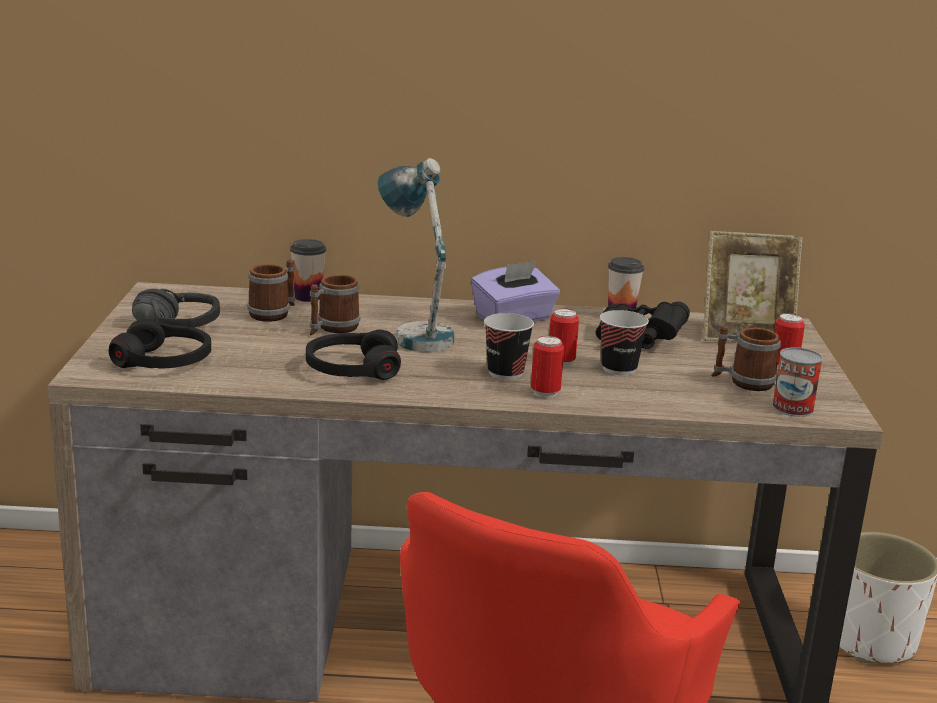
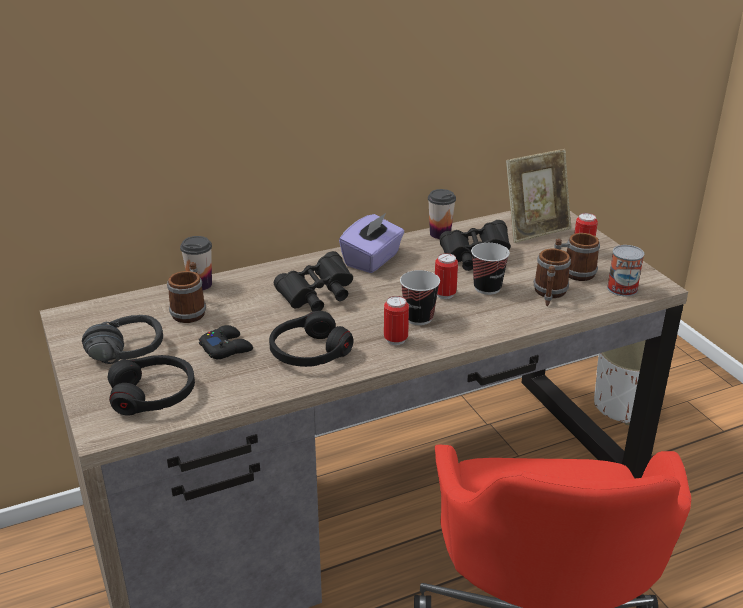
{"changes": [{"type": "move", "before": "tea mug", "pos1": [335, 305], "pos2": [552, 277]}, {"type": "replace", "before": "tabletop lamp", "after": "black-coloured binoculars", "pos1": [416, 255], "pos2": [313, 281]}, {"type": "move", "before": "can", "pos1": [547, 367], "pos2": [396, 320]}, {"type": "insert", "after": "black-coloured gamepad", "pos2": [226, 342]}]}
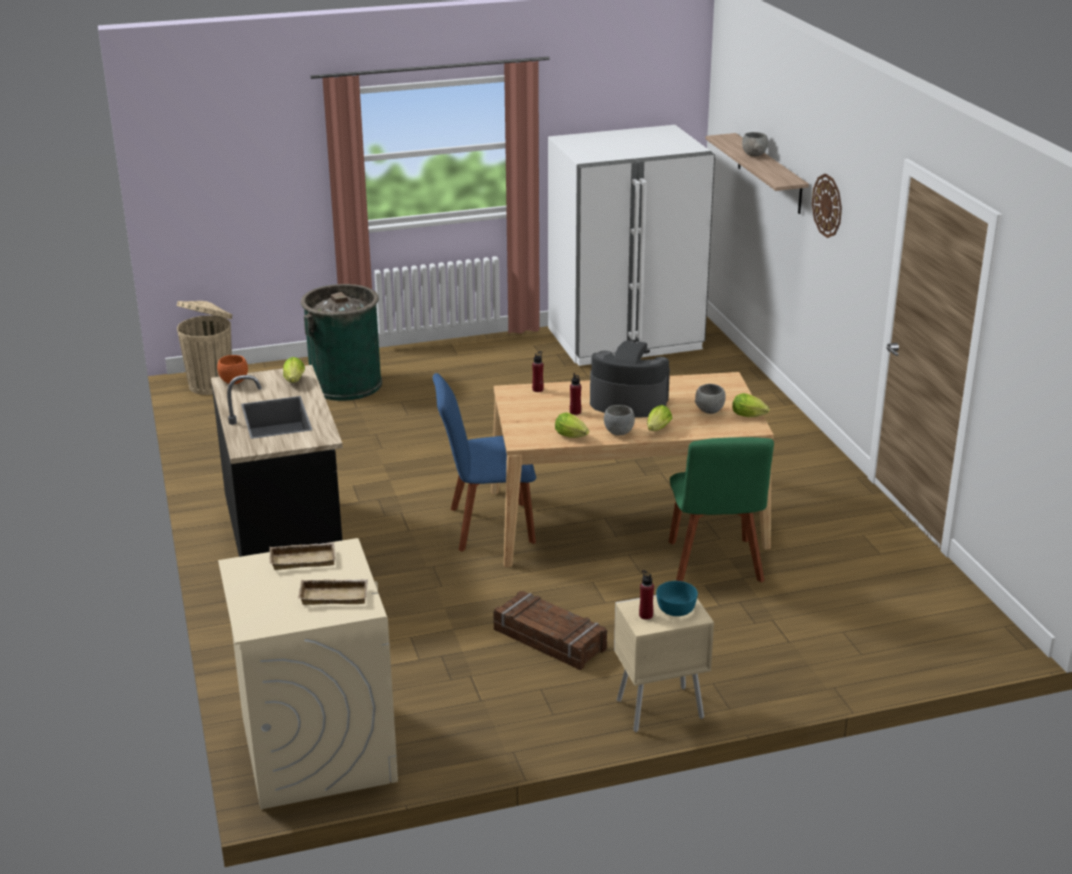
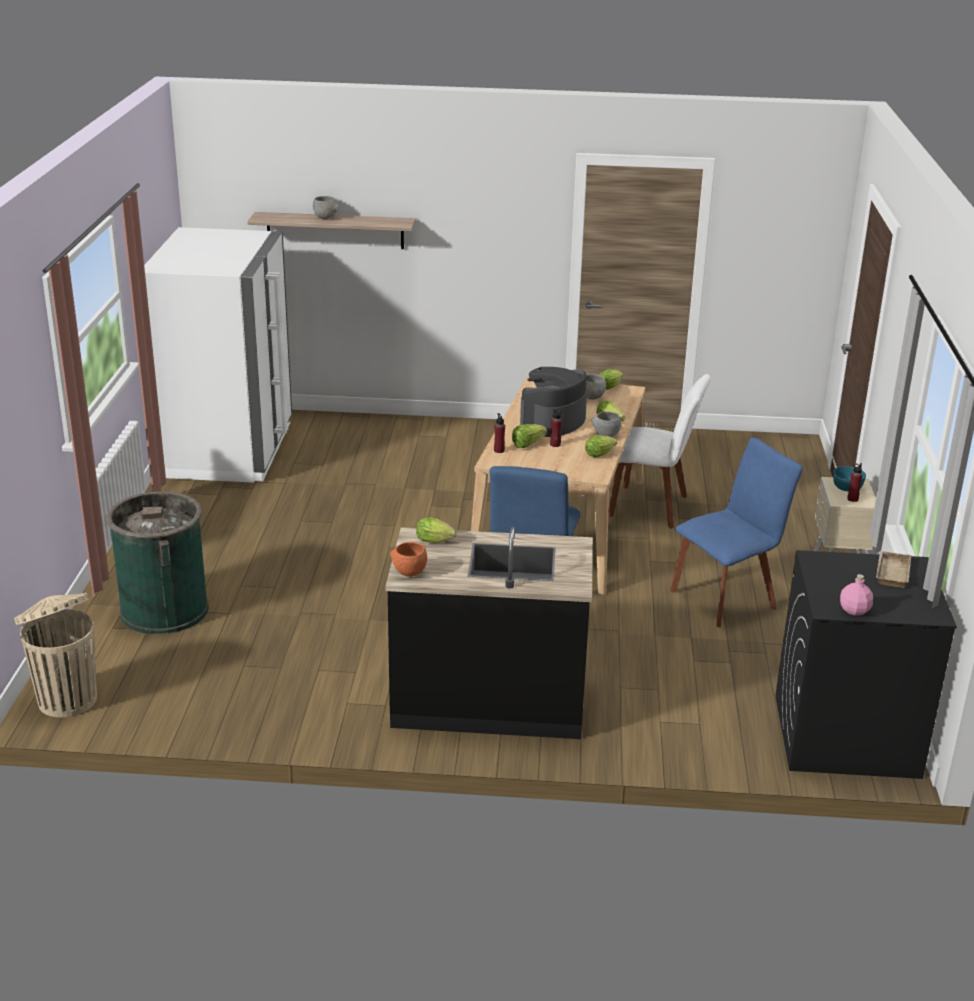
{"changes": [{"type": "recolor", "before": "sand-coloured laundry machine", "after": "black-coloured laundry machine", "pos1": [308, 673], "pos2": [866, 664]}, {"type": "delete", "before": "sand-coloured tray", "pos1": [302, 556]}, {"type": "replace", "before": "packing crate", "after": "blue-coloured upright chair", "pos1": [550, 630], "pos2": [736, 532]}, {"type": "recolor", "before": "green upright chair", "after": "white-coloured upright chair", "pos1": [721, 510], "pos2": [659, 451]}, {"type": "delete", "before": "wall clock", "pos1": [827, 206]}, {"type": "insert", "after": "head of lettuce", "pos2": [529, 436]}, {"type": "insert", "after": "pink bottle", "pos2": [856, 595]}]}
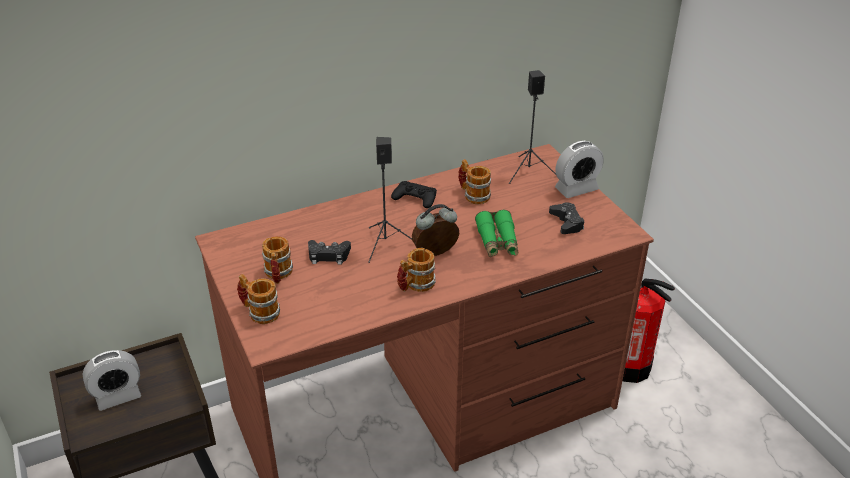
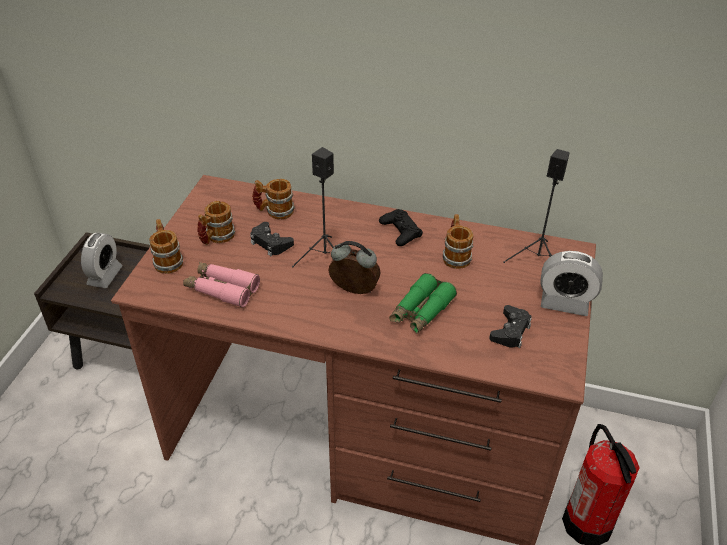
{"changes": [{"type": "rotate", "before": "alarm clock", "pos1": [111, 380], "pos2": [102, 260], "turn": -90}, {"type": "move", "before": "tea mug", "pos1": [416, 270], "pos2": [273, 199]}, {"type": "insert", "after": "pink binoculars", "pos2": [221, 285]}]}
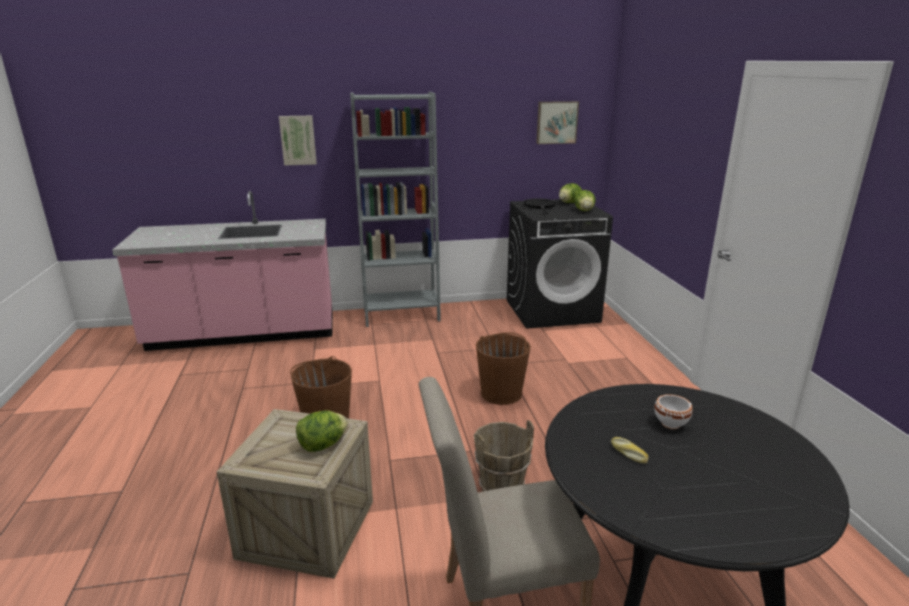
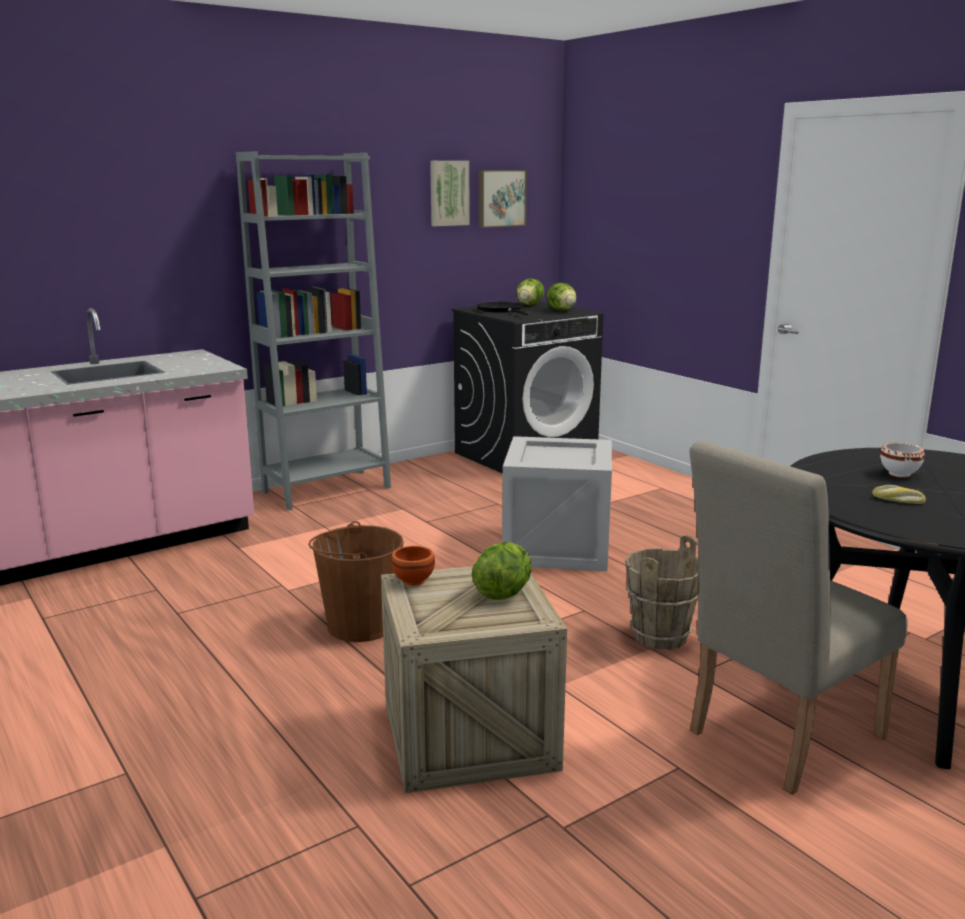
{"changes": [{"type": "move", "before": "wall art", "pos1": [298, 140], "pos2": [450, 193]}, {"type": "replace", "before": "brown-coloured bucket", "after": "packing crate", "pos1": [503, 368], "pos2": [557, 503]}, {"type": "insert", "after": "brown-coloured serving bowl", "pos2": [413, 566]}]}
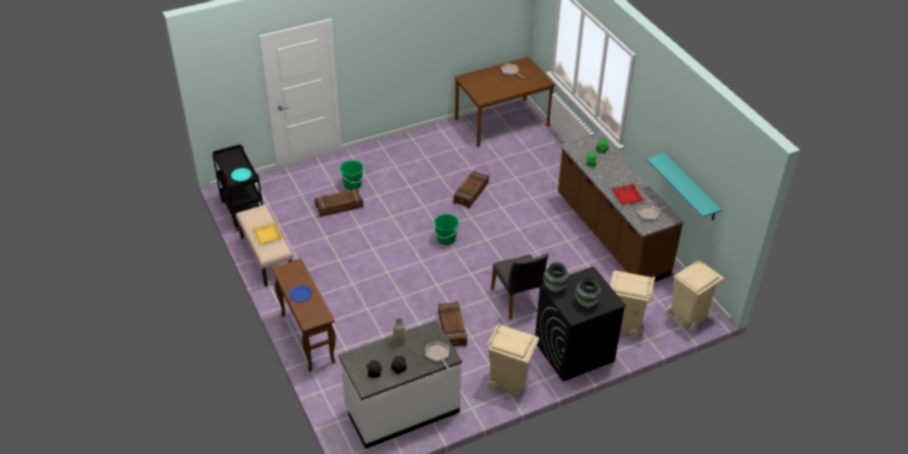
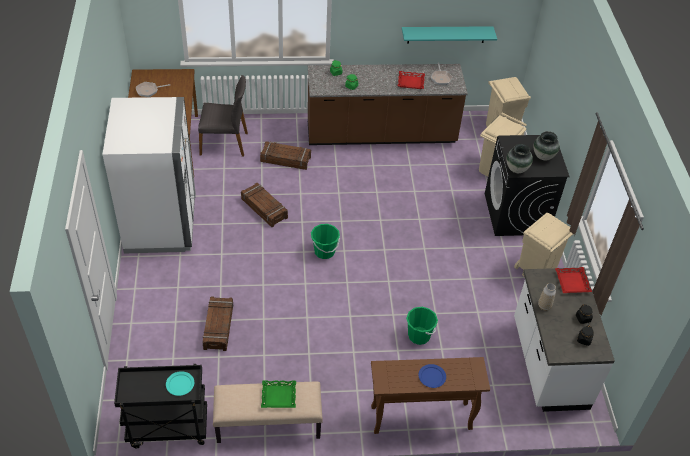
{"changes": [{"type": "recolor", "before": "yellow-coloured tray", "after": "green tray", "pos1": [267, 233], "pos2": [278, 394]}, {"type": "move", "before": "green bucket", "pos1": [352, 175], "pos2": [422, 326]}, {"type": "replace", "before": "frying pan", "after": "reddish tray", "pos1": [437, 356], "pos2": [573, 280]}, {"type": "move", "before": "packing crate", "pos1": [452, 324], "pos2": [285, 156]}, {"type": "move", "before": "greyish upright chair", "pos1": [520, 286], "pos2": [223, 116]}, {"type": "insert", "after": "white-coloured refrigerator", "pos2": [149, 175]}]}
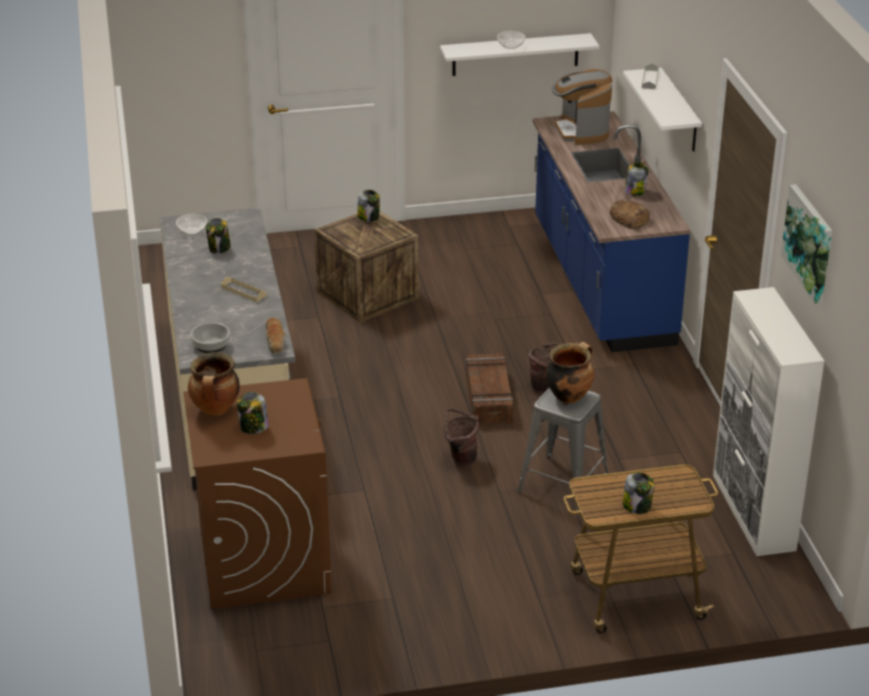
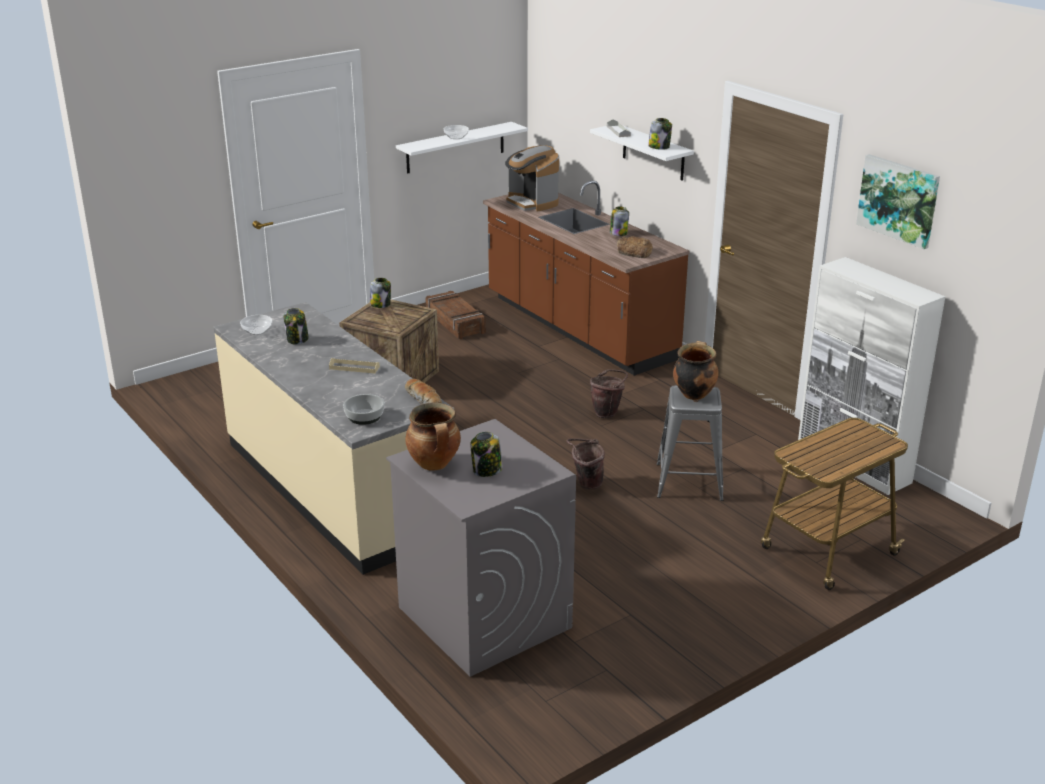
{"changes": [{"type": "recolor", "before": "brown-coloured laundry machine", "after": "greyish laundry machine", "pos1": [257, 493], "pos2": [481, 548]}, {"type": "move", "before": "packing crate", "pos1": [489, 389], "pos2": [455, 315]}, {"type": "recolor", "before": "blue-coloured kitchen base unit", "after": "brown-coloured kitchen base unit", "pos1": [612, 231], "pos2": [586, 278]}, {"type": "move", "before": "preserve jar", "pos1": [638, 493], "pos2": [660, 134]}]}
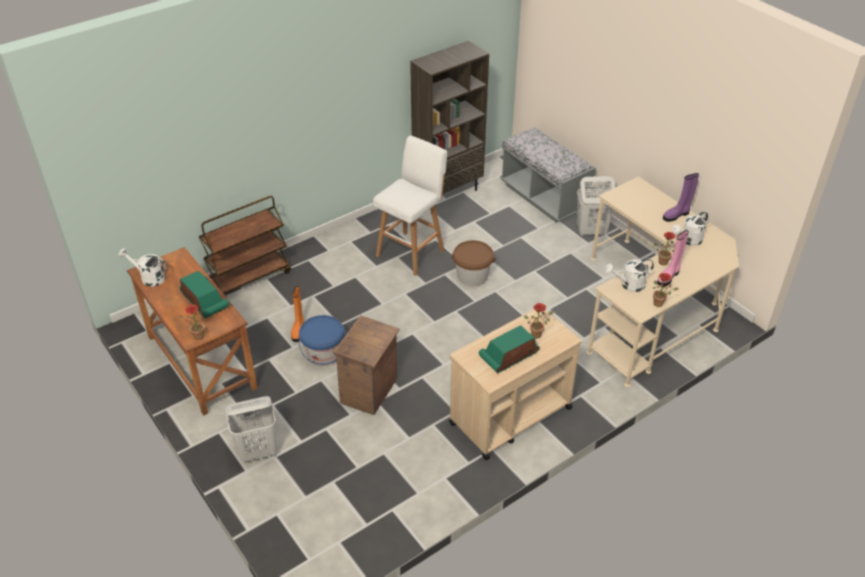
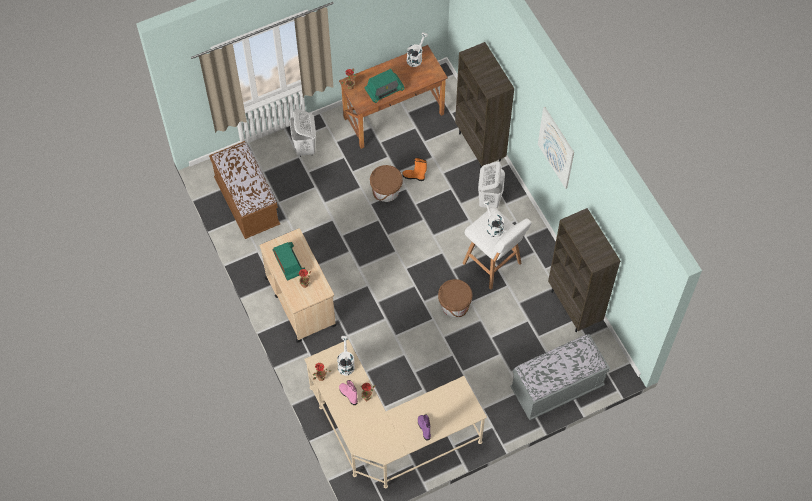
{"changes": [{"type": "replace", "before": "brown-coloured wheeled cart", "after": "brown-coloured bookshelf", "pos1": [245, 246], "pos2": [484, 105]}, {"type": "recolor", "before": "blue-coloured bucket", "after": "brown-coloured bucket", "pos1": [322, 340], "pos2": [386, 183]}, {"type": "delete", "before": "packing crate", "pos1": [366, 365]}, {"type": "move", "before": "white-coloured hamper", "pos1": [596, 206], "pos2": [491, 185]}, {"type": "move", "before": "white-coloured watering pot", "pos1": [690, 228], "pos2": [493, 218]}, {"type": "insert", "after": "brown-coloured indoor bench", "pos2": [244, 190]}, {"type": "insert", "after": "wall art", "pos2": [556, 148]}]}
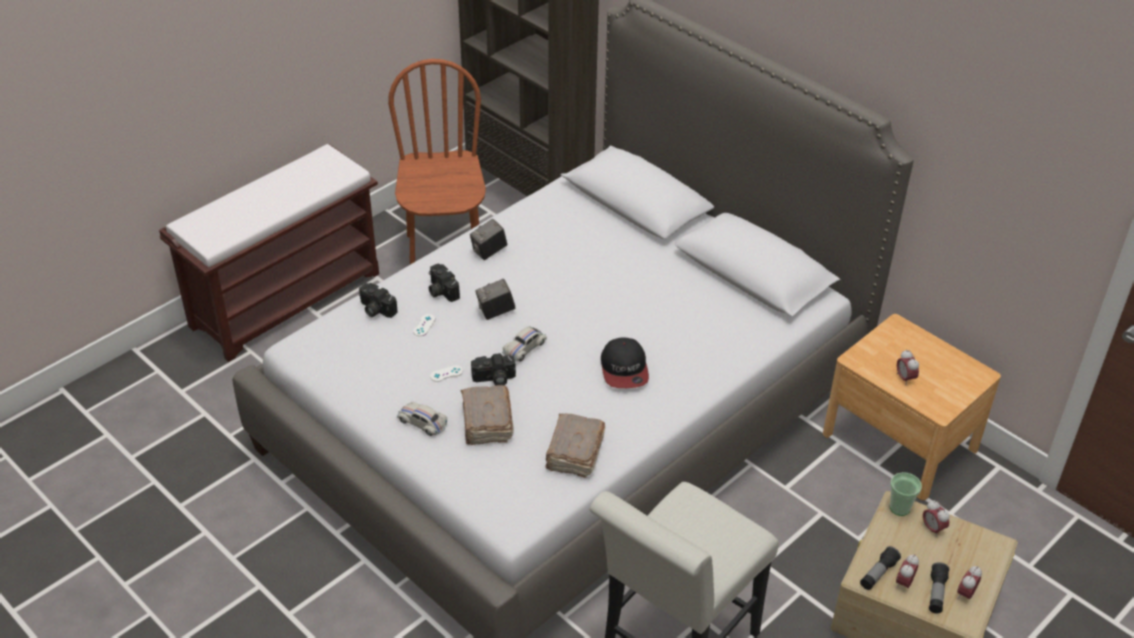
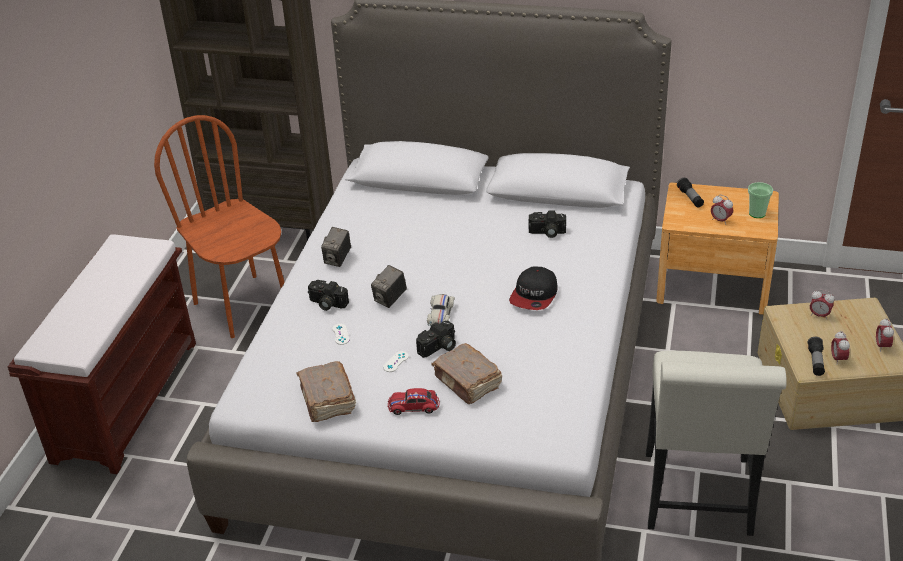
{"changes": [{"type": "move", "before": "still camera", "pos1": [378, 300], "pos2": [547, 224]}, {"type": "recolor", "before": "white-coloured model car", "after": "reddish model car", "pos1": [422, 419], "pos2": [414, 401]}, {"type": "move", "before": "brown-coloured bound book", "pos1": [575, 445], "pos2": [326, 391]}, {"type": "rotate", "before": "peaked cap", "pos1": [625, 362], "pos2": [533, 288], "turn": 60}, {"type": "move", "before": "small cup", "pos1": [906, 494], "pos2": [760, 200]}, {"type": "move", "before": "flashlight", "pos1": [939, 588], "pos2": [690, 192]}]}
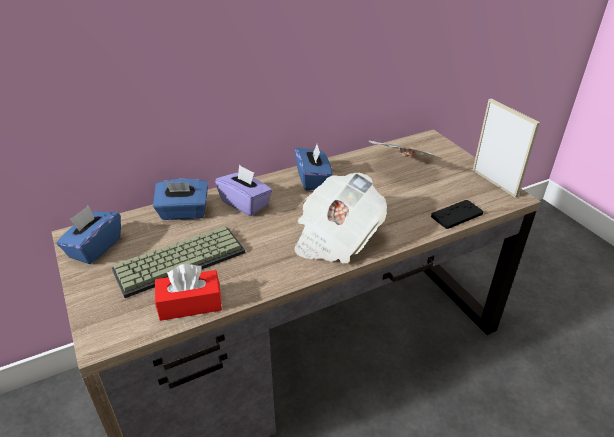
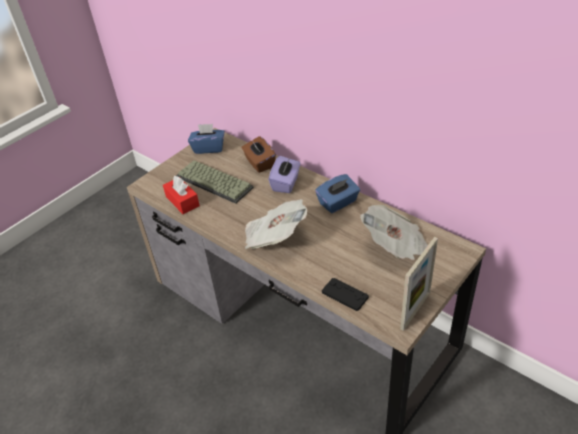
{"changes": [{"type": "recolor", "before": "blue-coloured box of tissues", "after": "brown-coloured box of tissues", "pos1": [180, 199], "pos2": [259, 154]}]}
